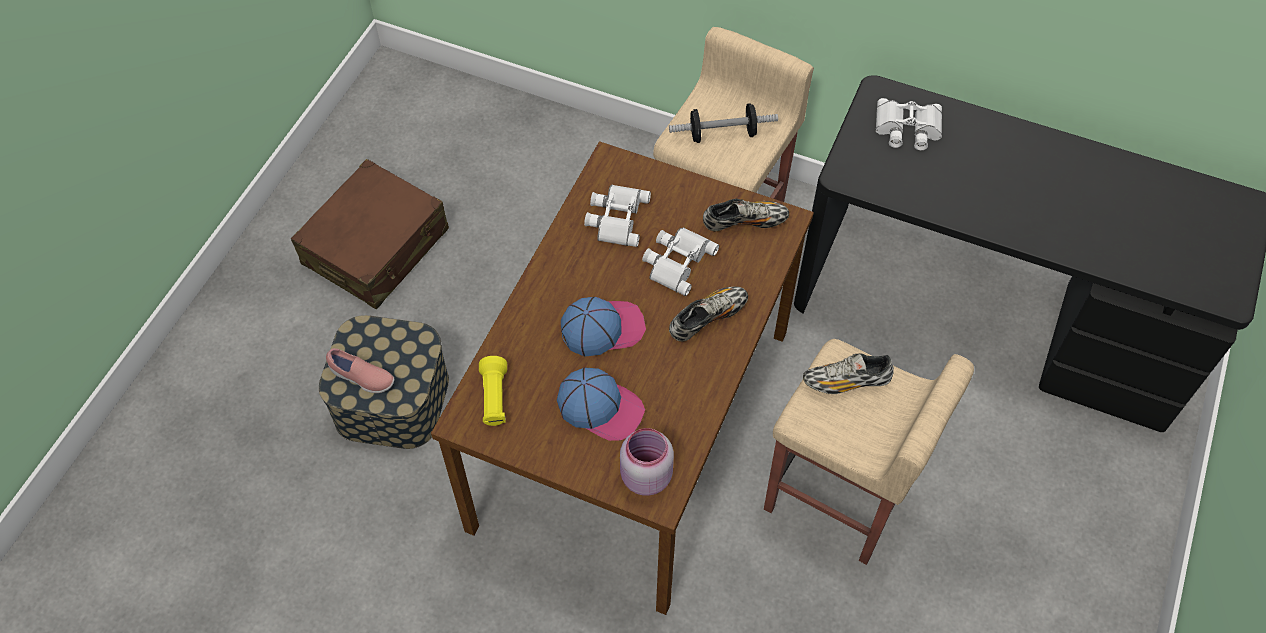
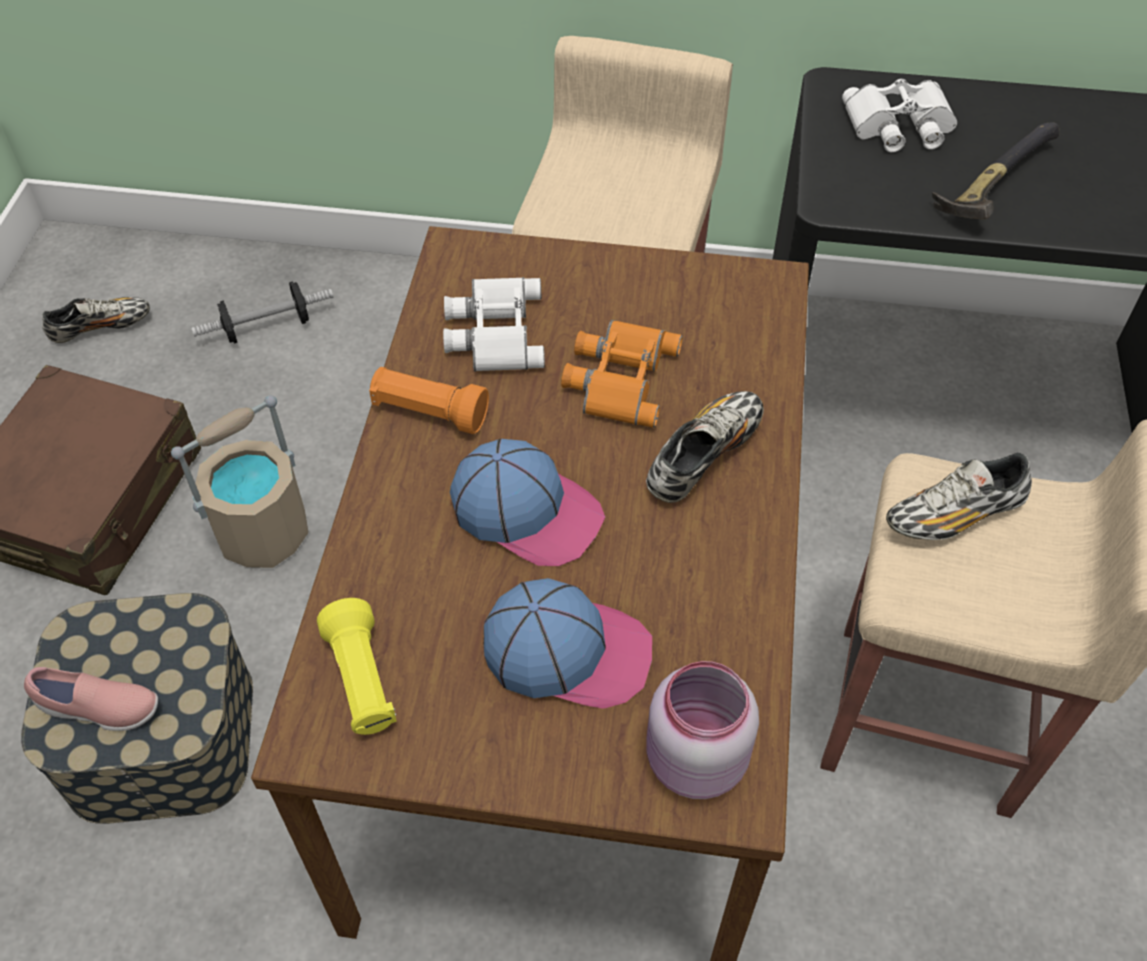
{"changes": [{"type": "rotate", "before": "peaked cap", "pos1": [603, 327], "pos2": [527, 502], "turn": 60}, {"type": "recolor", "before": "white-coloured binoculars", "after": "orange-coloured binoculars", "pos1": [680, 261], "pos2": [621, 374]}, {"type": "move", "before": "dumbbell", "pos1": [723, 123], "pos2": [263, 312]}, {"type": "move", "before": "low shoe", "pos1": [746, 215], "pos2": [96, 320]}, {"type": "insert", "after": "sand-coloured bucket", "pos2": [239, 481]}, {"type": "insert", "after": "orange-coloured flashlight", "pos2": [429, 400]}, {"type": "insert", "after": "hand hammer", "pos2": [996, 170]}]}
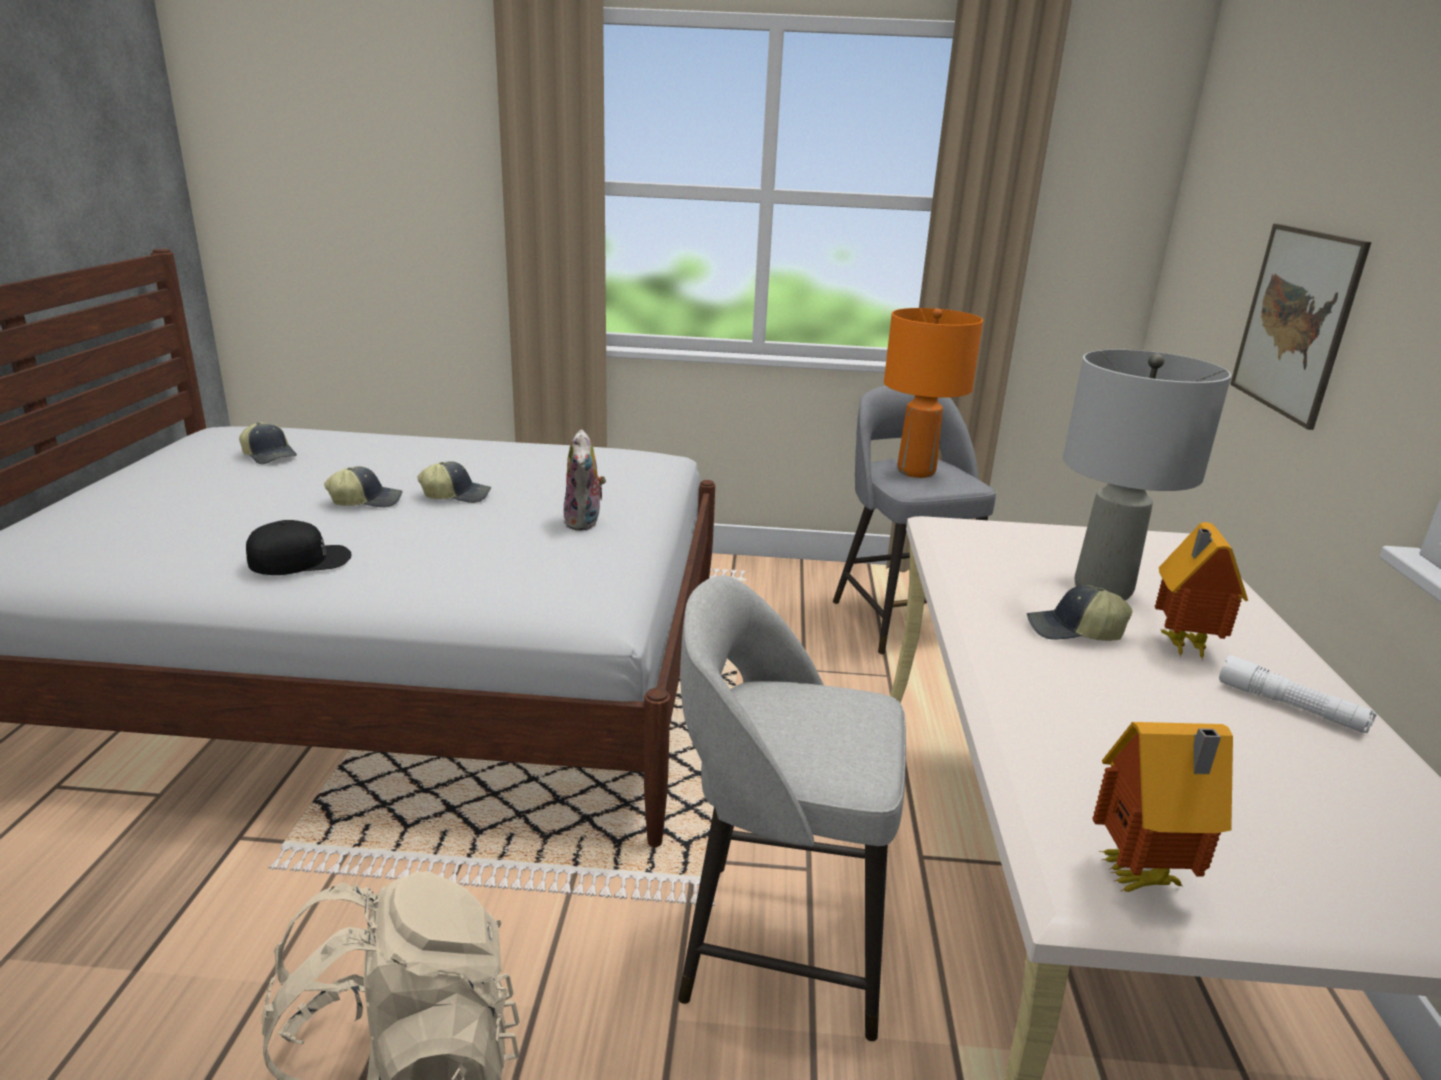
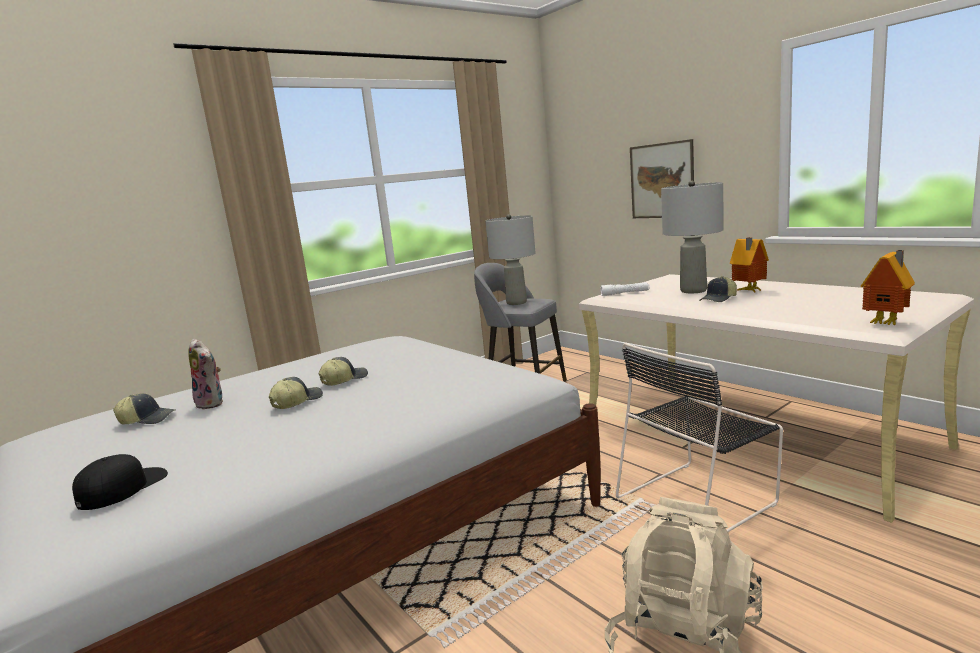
{"changes": [{"type": "move", "before": "black-coloured peaked cap", "pos1": [299, 547], "pos2": [120, 482]}, {"type": "move", "before": "plush toy", "pos1": [585, 480], "pos2": [205, 374]}, {"type": "replace", "before": "greyish sitting stool", "after": "black-coloured upright chair", "pos1": [792, 808], "pos2": [699, 437]}, {"type": "recolor", "before": "orange-coloured tabletop lamp", "after": "greyish tabletop lamp", "pos1": [933, 393], "pos2": [510, 259]}, {"type": "move", "before": "white-coloured flashlight", "pos1": [1298, 694], "pos2": [624, 289]}]}
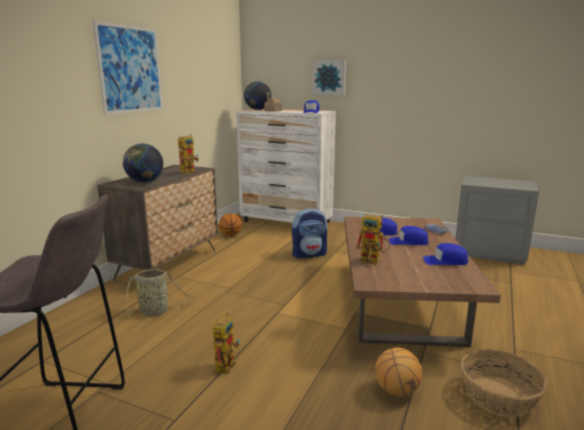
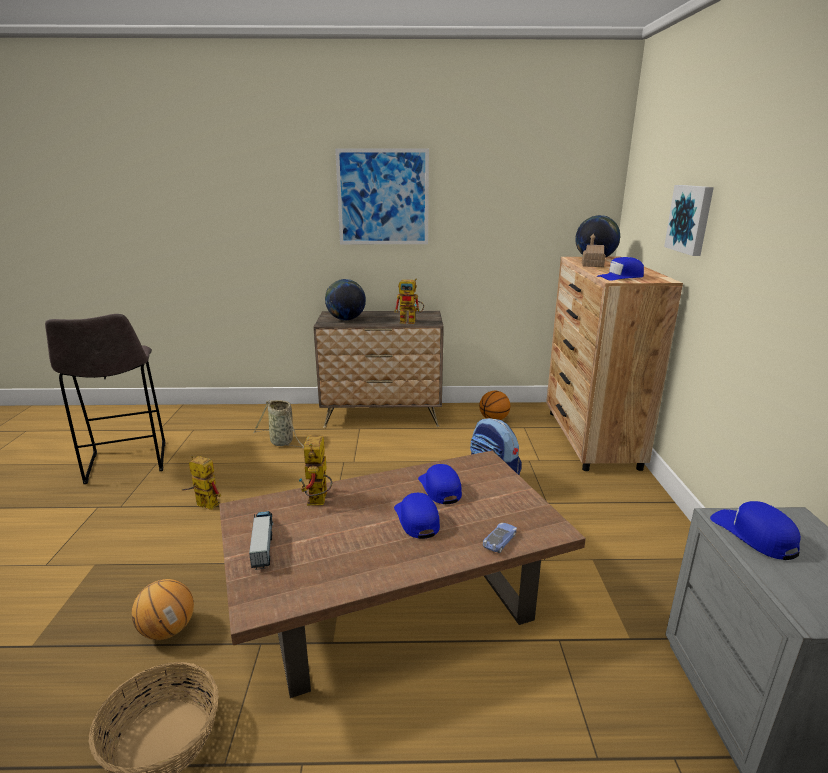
{"changes": [{"type": "rotate", "before": "model robot", "pos1": [226, 343], "pos2": [202, 482], "turn": -150}, {"type": "recolor", "before": "white-coloured chest of drawers", "after": "brown-coloured chest of drawers", "pos1": [286, 166], "pos2": [614, 364]}, {"type": "move", "before": "blue-coloured peaked cap", "pos1": [445, 254], "pos2": [755, 530]}, {"type": "insert", "after": "toy lorry", "pos2": [261, 540]}]}
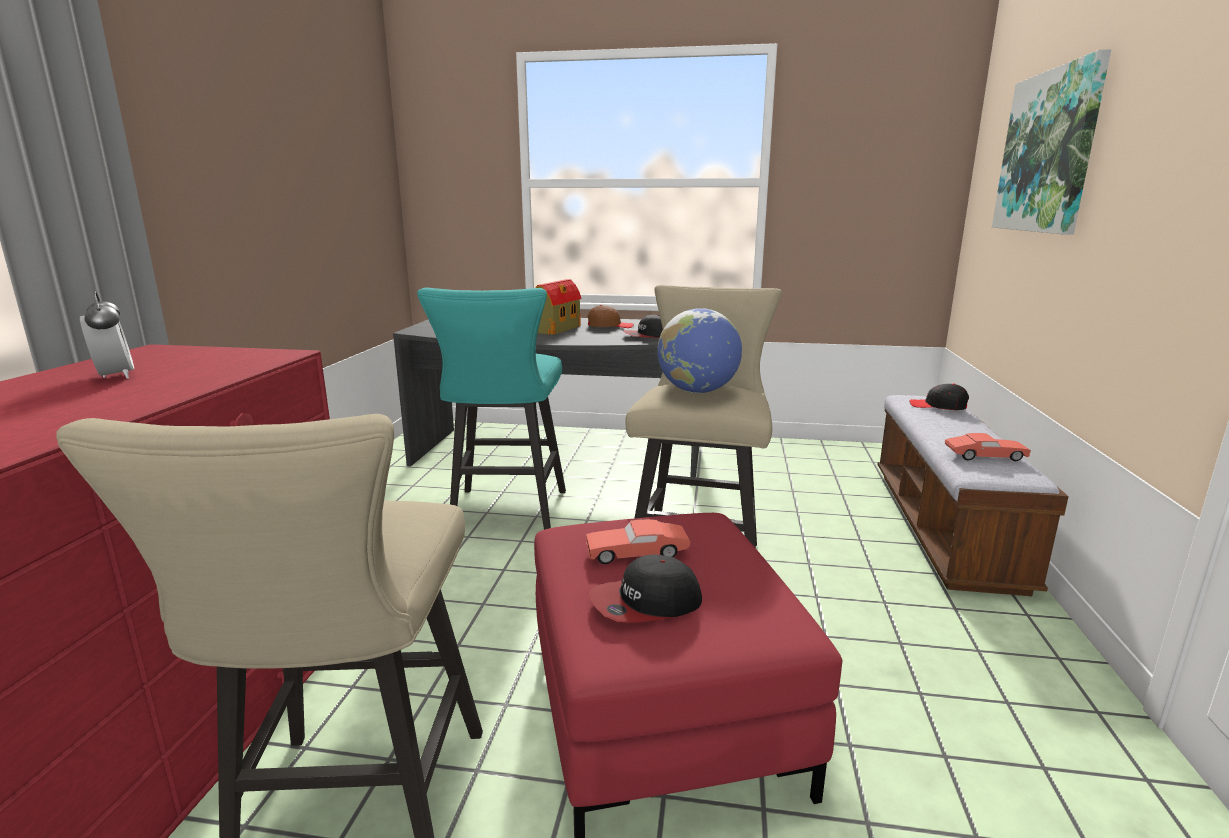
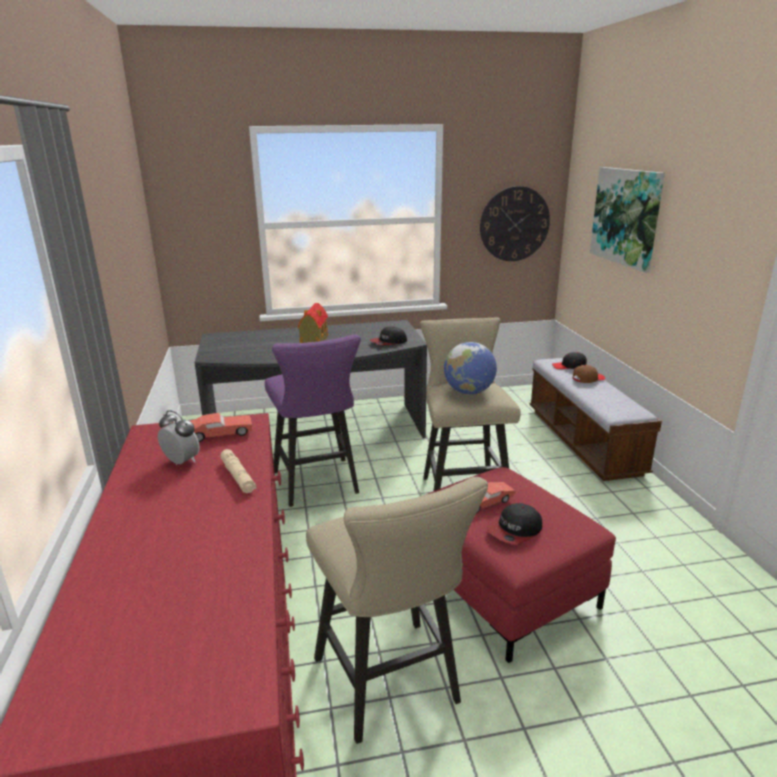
{"changes": [{"type": "recolor", "before": "turquoise-coloured sitting stool", "after": "purplish sitting stool", "pos1": [491, 409], "pos2": [313, 420]}, {"type": "move", "before": "brown-coloured peaked cap", "pos1": [611, 316], "pos2": [589, 374]}, {"type": "move", "before": "reddish model car", "pos1": [988, 447], "pos2": [222, 427]}, {"type": "insert", "after": "sand-coloured flashlight", "pos2": [238, 471]}, {"type": "insert", "after": "wall clock", "pos2": [515, 223]}]}
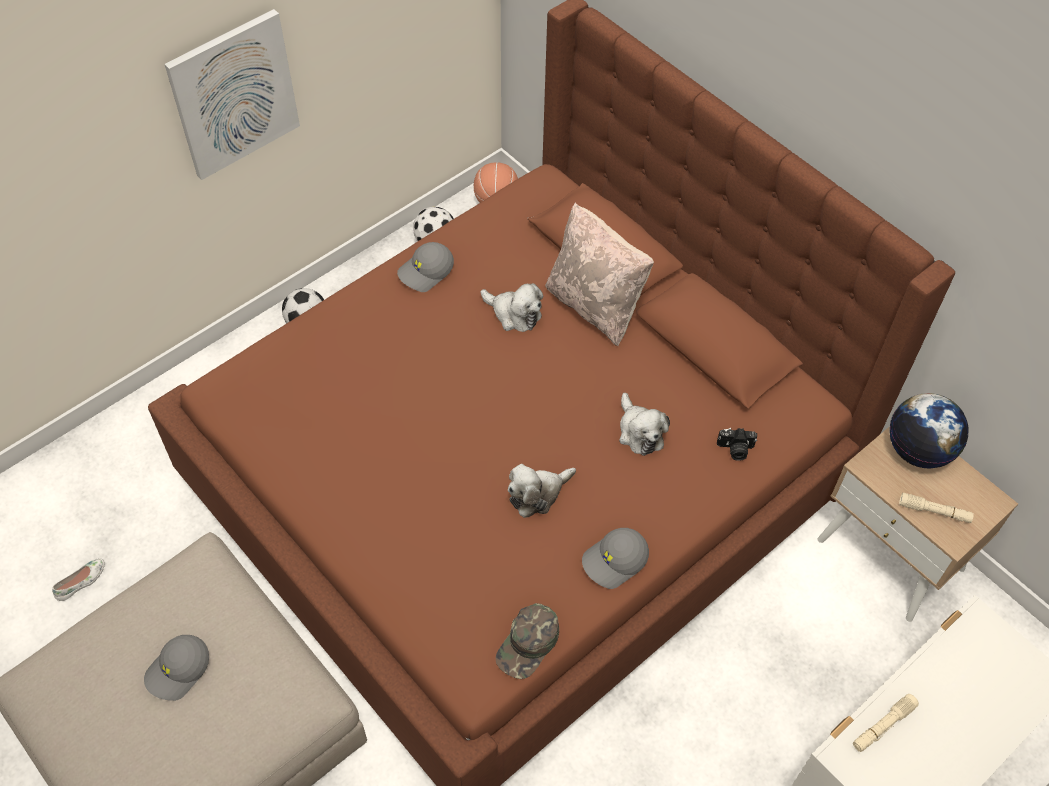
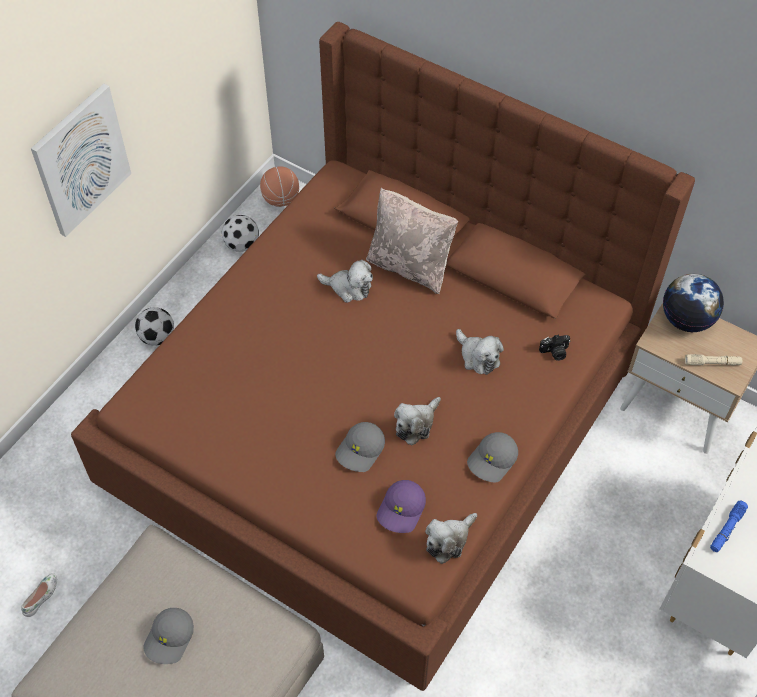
{"changes": [{"type": "move", "before": "greyish peaked cap", "pos1": [425, 267], "pos2": [360, 447]}, {"type": "replace", "before": "green peaked cap", "after": "plush toy", "pos1": [527, 641], "pos2": [451, 538]}, {"type": "recolor", "before": "sand-coloured flashlight", "after": "blue-coloured flashlight", "pos1": [886, 723], "pos2": [729, 526]}, {"type": "insert", "after": "purplish peaked cap", "pos2": [401, 506]}]}
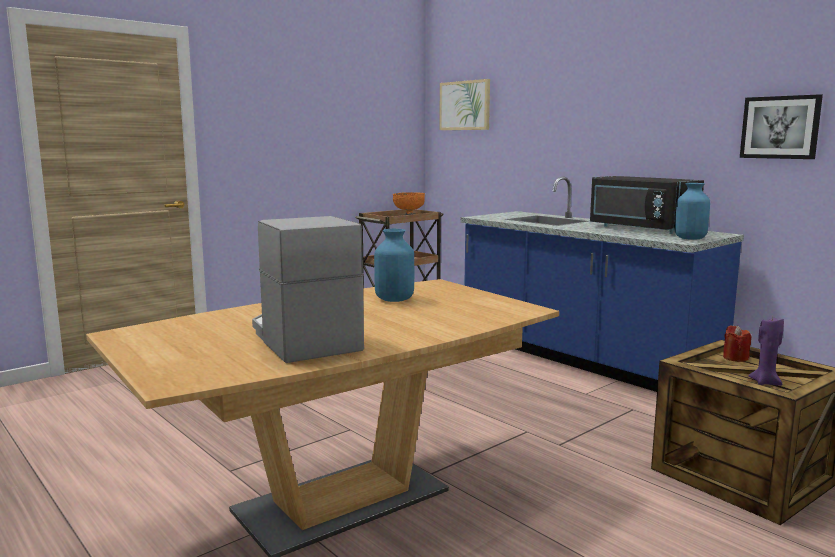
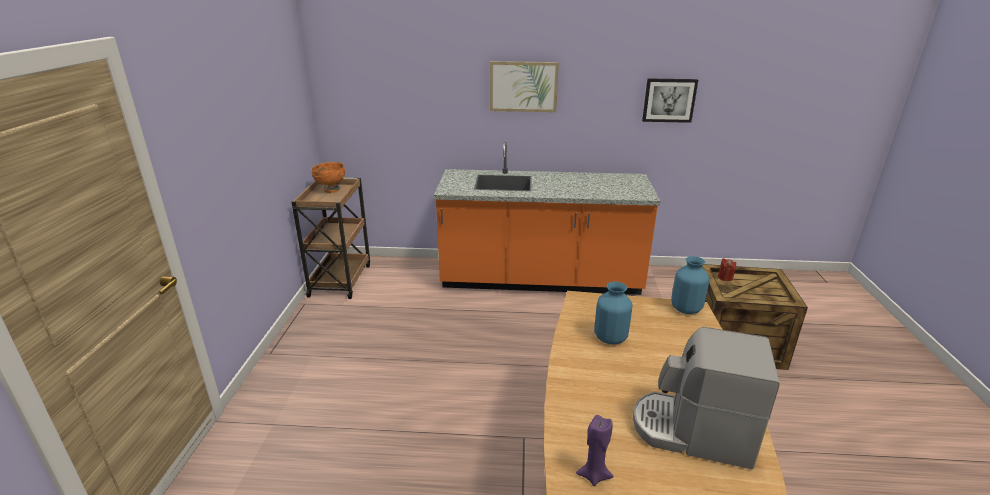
{"changes": [{"type": "move", "before": "wall art", "pos1": [464, 104], "pos2": [524, 86]}, {"type": "recolor", "before": "blue-coloured kitchen base unit", "after": "orange-coloured kitchen base unit", "pos1": [602, 284], "pos2": [547, 218]}, {"type": "delete", "before": "black-coloured microwave oven", "pos1": [647, 205]}, {"type": "move", "before": "blue-coloured flower vase", "pos1": [692, 211], "pos2": [690, 285]}, {"type": "move", "before": "purplish wax light", "pos1": [766, 351], "pos2": [594, 450]}]}
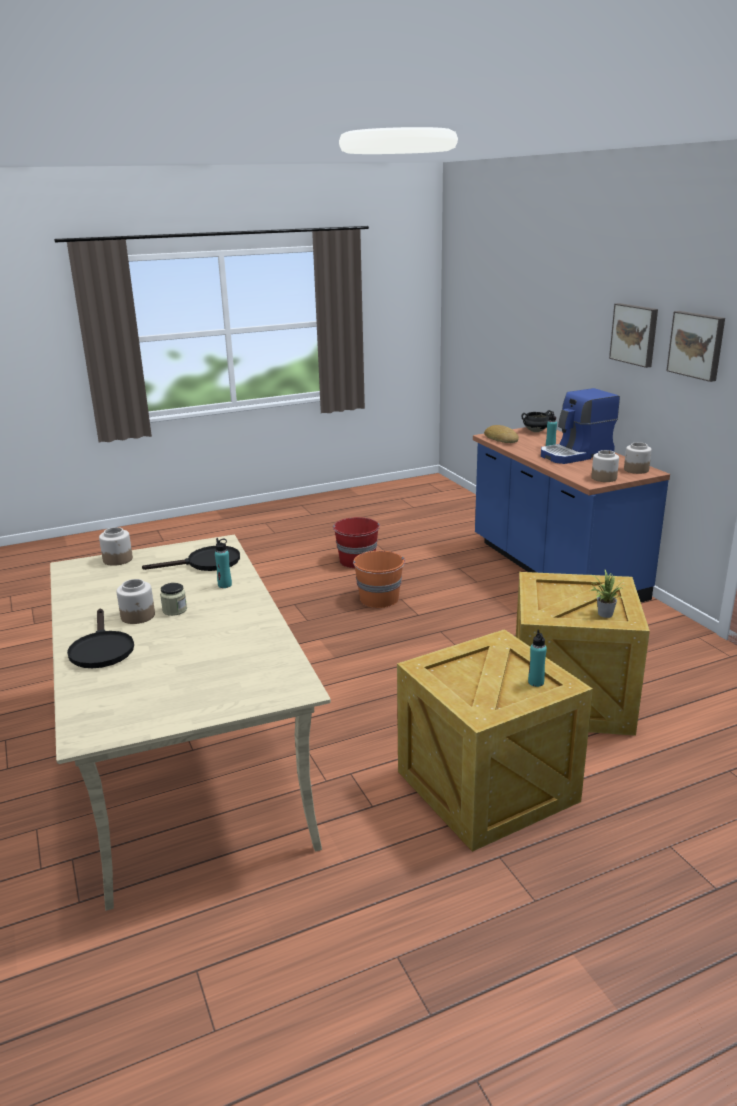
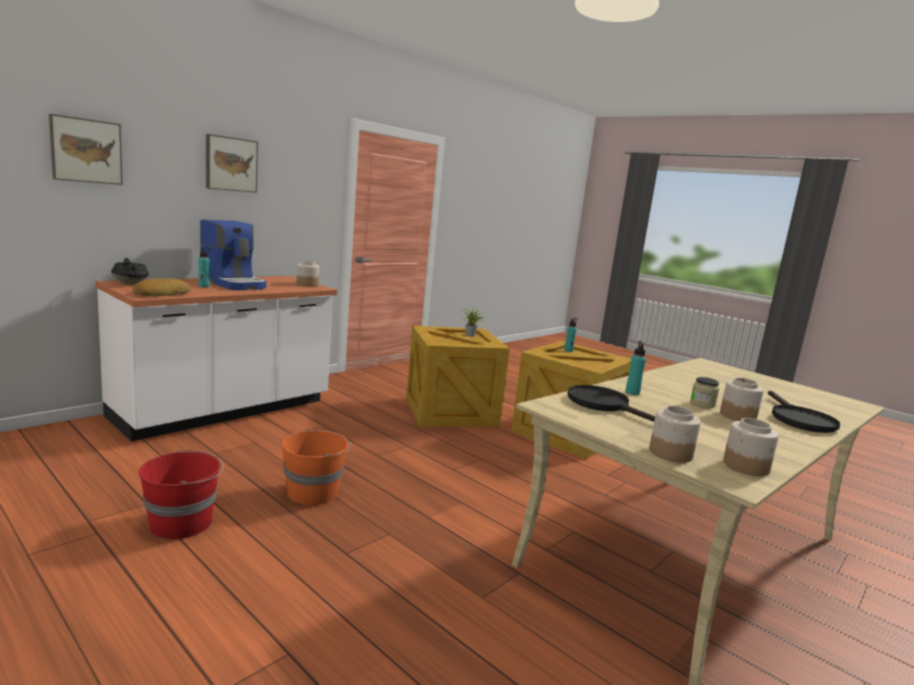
{"changes": [{"type": "rotate", "before": "black-coloured frying pan", "pos1": [100, 638], "pos2": [804, 412], "turn": 135}, {"type": "recolor", "before": "blue-coloured kitchen base unit", "after": "white-coloured kitchen base unit", "pos1": [571, 514], "pos2": [216, 359]}, {"type": "move", "before": "preserve jar", "pos1": [638, 458], "pos2": [751, 447]}, {"type": "move", "before": "wall art", "pos1": [695, 346], "pos2": [86, 149]}]}
